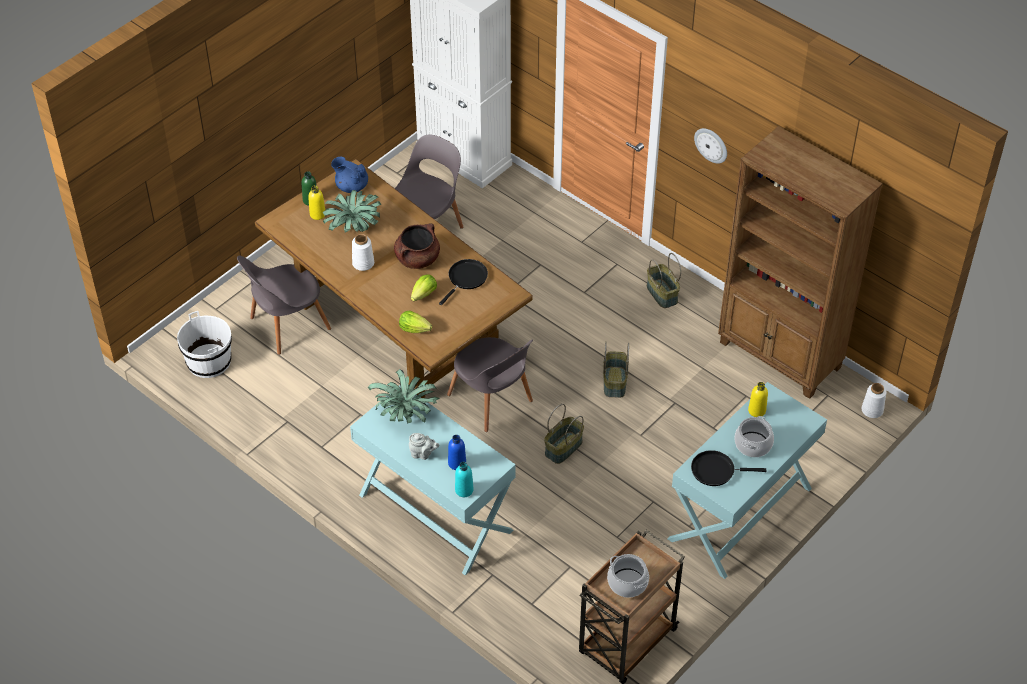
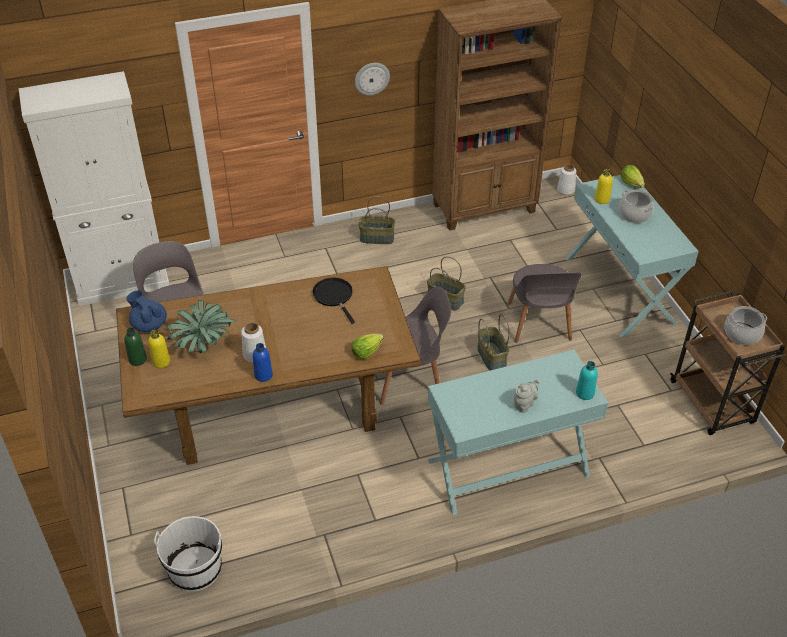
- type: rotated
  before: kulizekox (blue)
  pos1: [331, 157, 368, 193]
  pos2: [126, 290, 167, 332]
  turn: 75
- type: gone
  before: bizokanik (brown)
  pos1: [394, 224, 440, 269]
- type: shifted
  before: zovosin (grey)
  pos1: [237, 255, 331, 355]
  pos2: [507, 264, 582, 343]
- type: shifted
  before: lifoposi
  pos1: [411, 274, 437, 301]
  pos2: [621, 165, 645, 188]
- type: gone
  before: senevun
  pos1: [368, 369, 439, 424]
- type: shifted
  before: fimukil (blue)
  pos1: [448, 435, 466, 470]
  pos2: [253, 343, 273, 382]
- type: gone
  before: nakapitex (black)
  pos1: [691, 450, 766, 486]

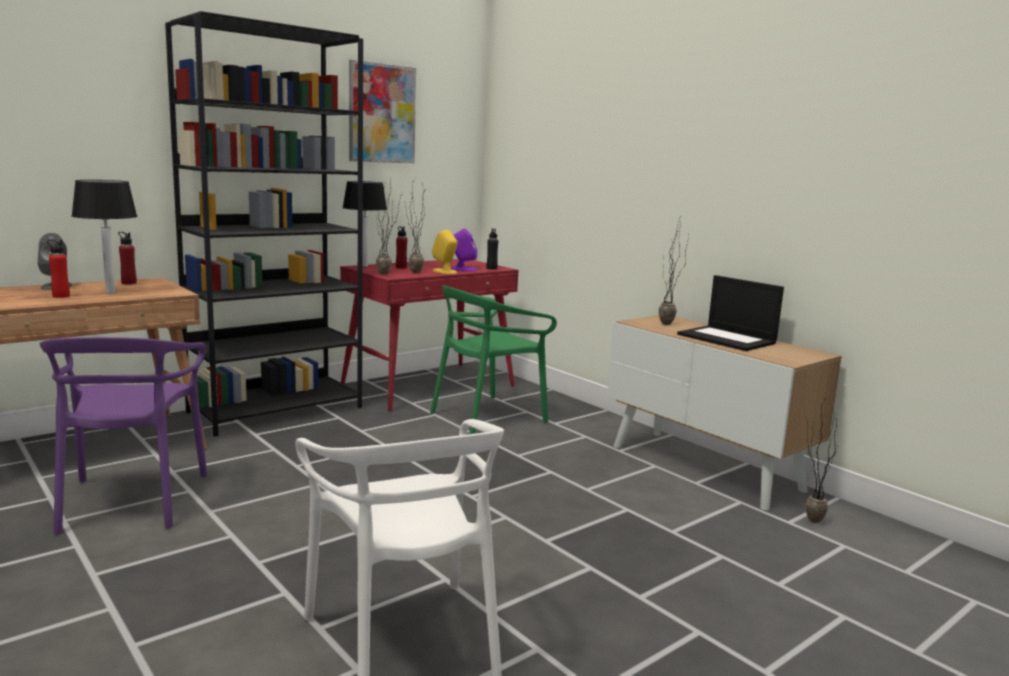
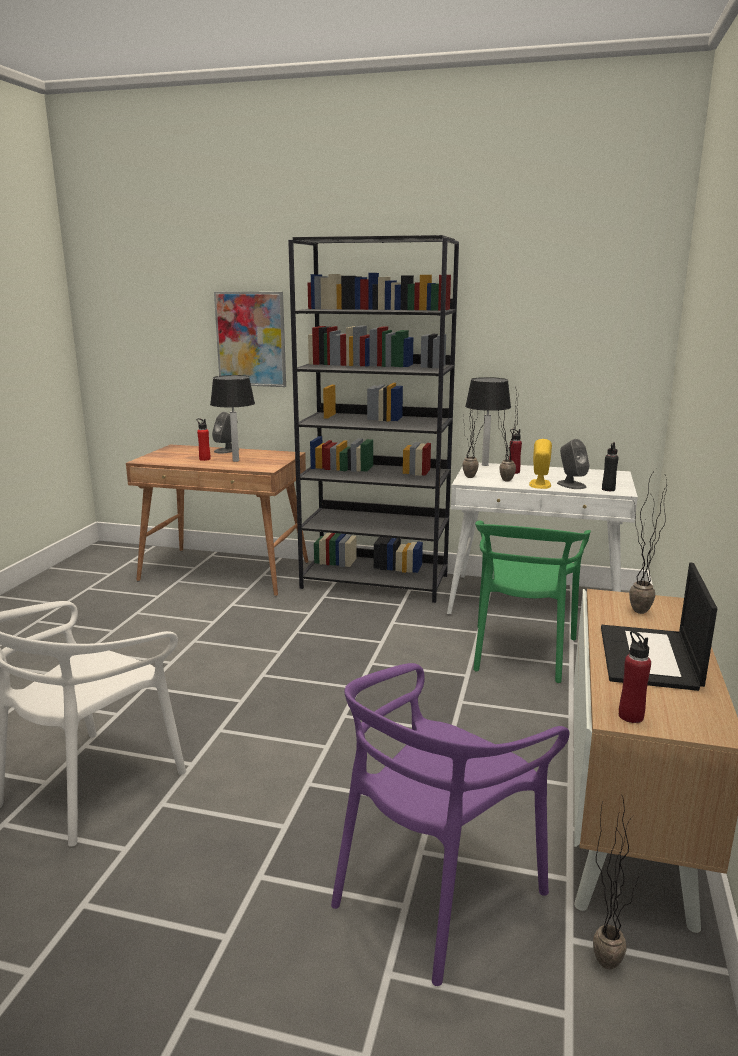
- type: shifted
  before: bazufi
  pos1: [349, 60, 416, 163]
  pos2: [214, 291, 286, 387]
- type: repainted
  before: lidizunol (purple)
  after: lidizunol (grey)
  pos1: [451, 228, 477, 271]
  pos2: [557, 439, 590, 489]
- type: shifted
  before: fimukil (red)
  pos1: [118, 232, 137, 285]
  pos2: [619, 631, 651, 723]
- type: repainted
  before: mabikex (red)
  after: mabikex (white)
  pos1: [340, 259, 519, 412]
  pos2: [447, 463, 638, 615]
- type: rotated
  before: zovosin (green)
  pos1: [430, 286, 557, 434]
  pos2: [473, 521, 591, 683]
  turn: -90
- type: shifted
  before: zovosin (purple)
  pos1: [40, 337, 207, 534]
  pos2: [331, 663, 570, 986]

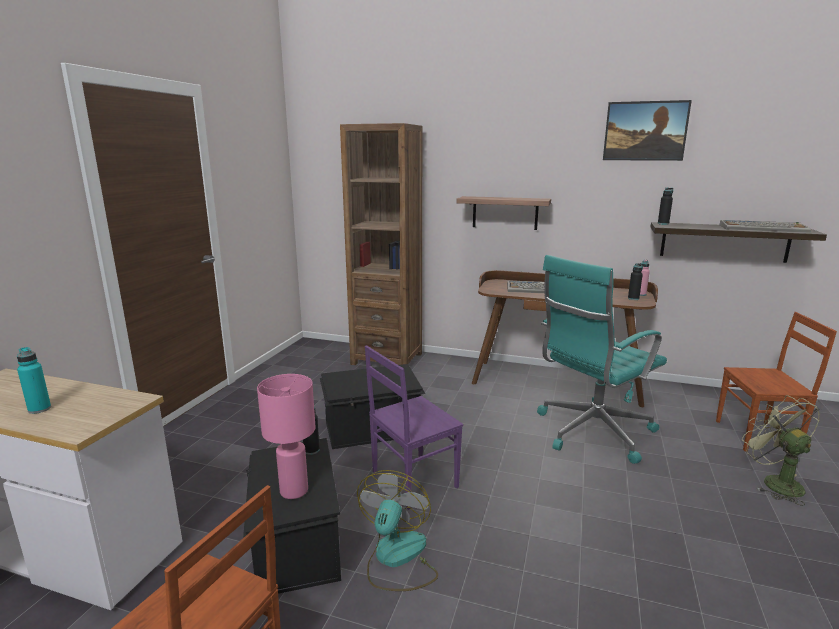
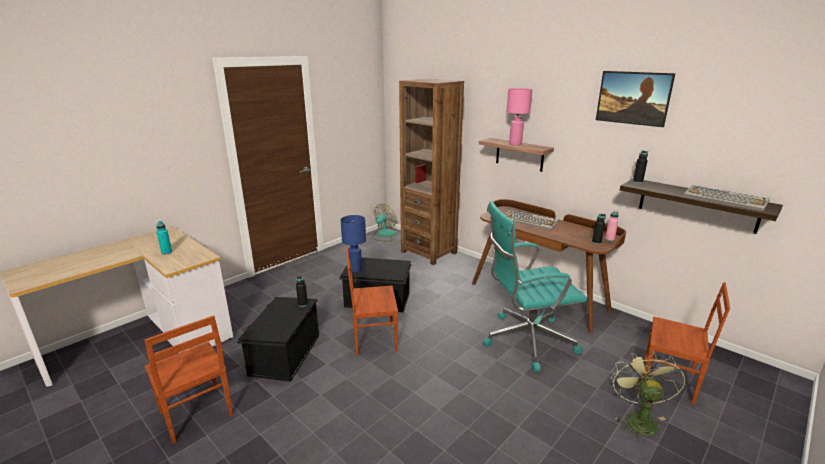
- type: repainted
  before: zovosin (purple)
  after: zovosin (brown)
  pos1: [365, 345, 463, 510]
  pos2: [346, 247, 398, 356]
- type: shifted
  before: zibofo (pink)
  pos1: [257, 374, 315, 499]
  pos2: [506, 88, 532, 145]
- type: shifted
  before: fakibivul
  pos1: [357, 470, 438, 591]
  pos2: [371, 204, 397, 241]
- type: new
  after: zibofo (blue)
  pos2: [341, 215, 366, 273]

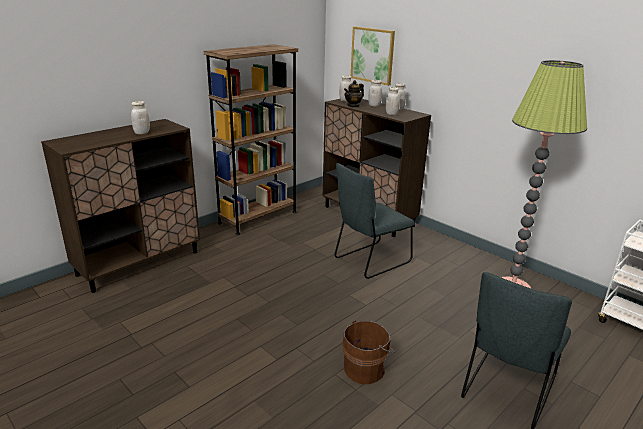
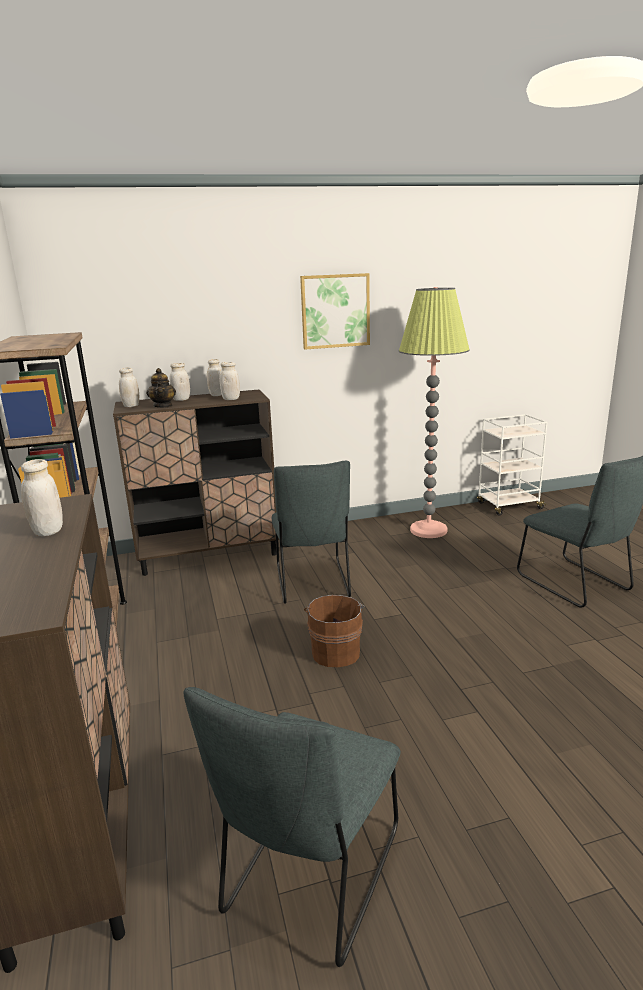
- type: shifted
  before: bazufi
  pos1: [351, 27, 395, 86]
  pos2: [300, 273, 370, 350]
- type: shifted
  before: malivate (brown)
  pos1: [342, 320, 394, 384]
  pos2: [304, 595, 364, 667]
- type: new
  after: zovosin (grey)
  pos2: [184, 687, 401, 967]

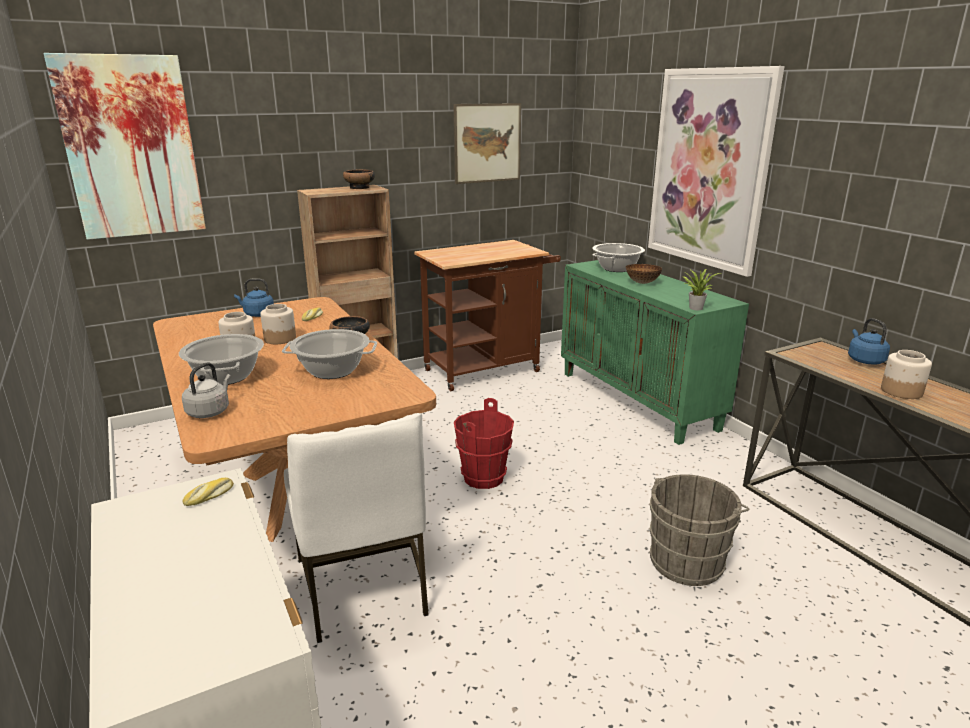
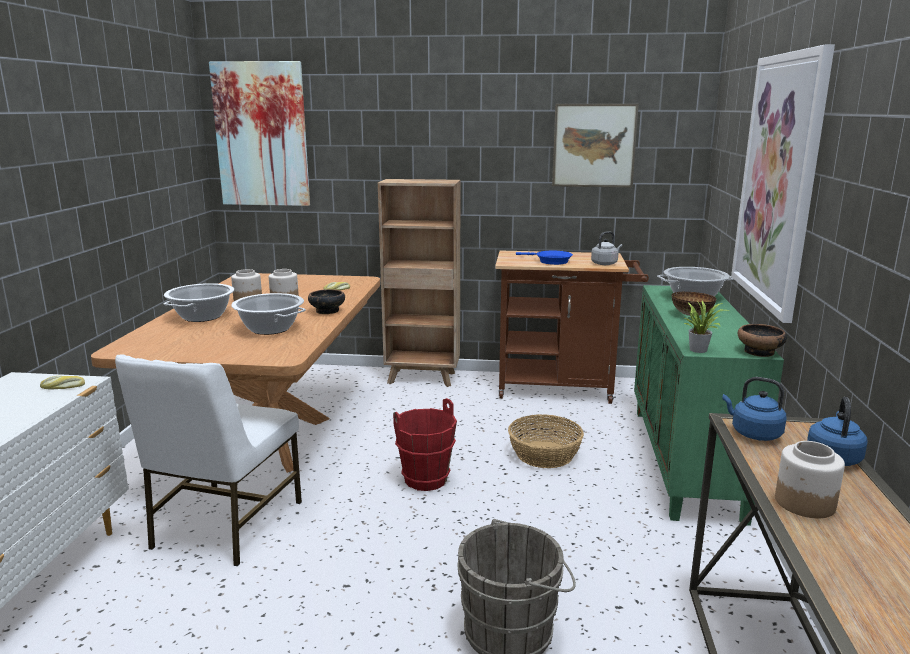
- type: shifted
  before: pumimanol
  pos1: [343, 169, 375, 189]
  pos2: [738, 324, 787, 357]
- type: shifted
  before: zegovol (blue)
  pos1: [234, 278, 274, 317]
  pos2: [722, 377, 787, 441]
- type: shifted
  before: zegovol (grey)
  pos1: [182, 362, 231, 418]
  pos2: [591, 231, 622, 265]
- type: new
  after: nakapitex (blue)
  pos2: [516, 251, 573, 265]
- type: new
  after: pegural
  pos2: [508, 414, 584, 468]

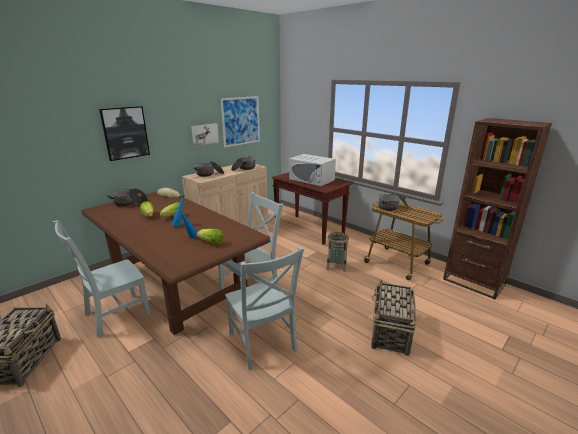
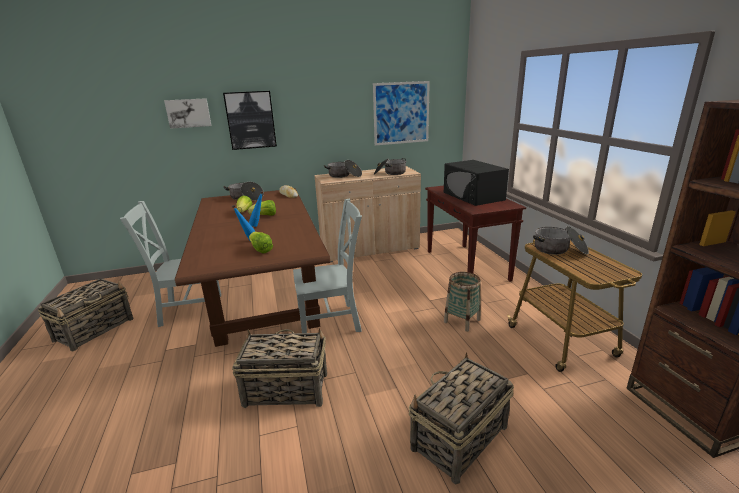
- type: shifted
  before: bazufi
  pos1: [191, 123, 219, 147]
  pos2: [164, 98, 212, 129]
- type: repainted
  before: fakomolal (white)
  after: fakomolal (black)
  pos1: [289, 154, 336, 186]
  pos2: [444, 160, 509, 206]
- type: swapped
  before: zovosin (grey)
  after: pegural
  pos1: [225, 247, 304, 370]
  pos2: [232, 328, 327, 408]

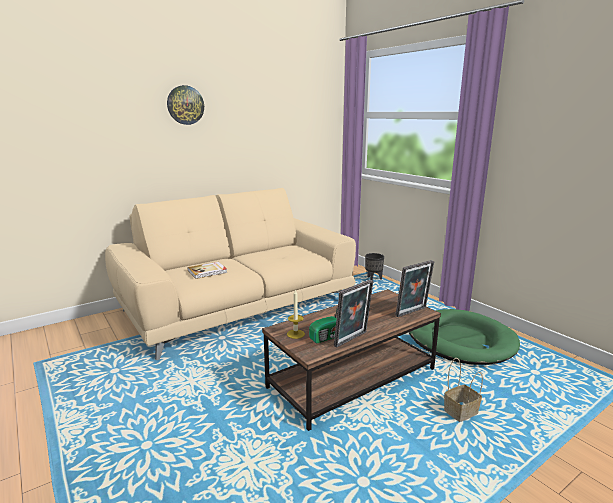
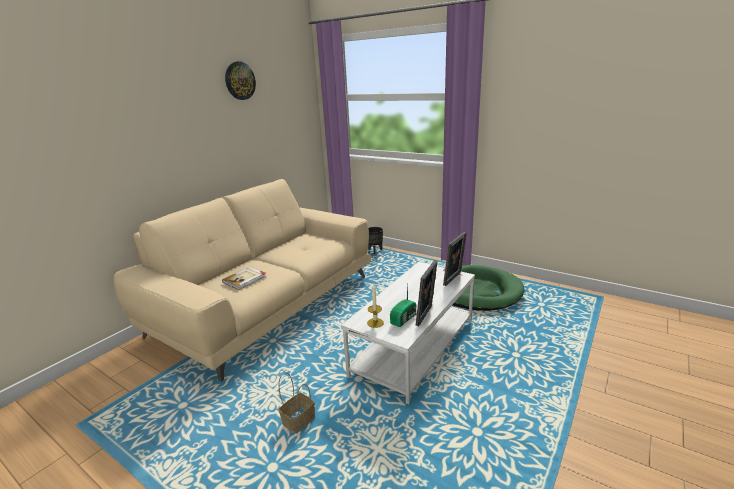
- type: shifted
  before: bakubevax
  pos1: [167, 85, 204, 125]
  pos2: [225, 61, 256, 100]
- type: repainted
  before: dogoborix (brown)
  after: dogoborix (white)
  pos1: [262, 289, 441, 431]
  pos2: [341, 262, 475, 404]
- type: shifted
  before: pegural
  pos1: [444, 358, 483, 422]
  pos2: [279, 372, 315, 434]

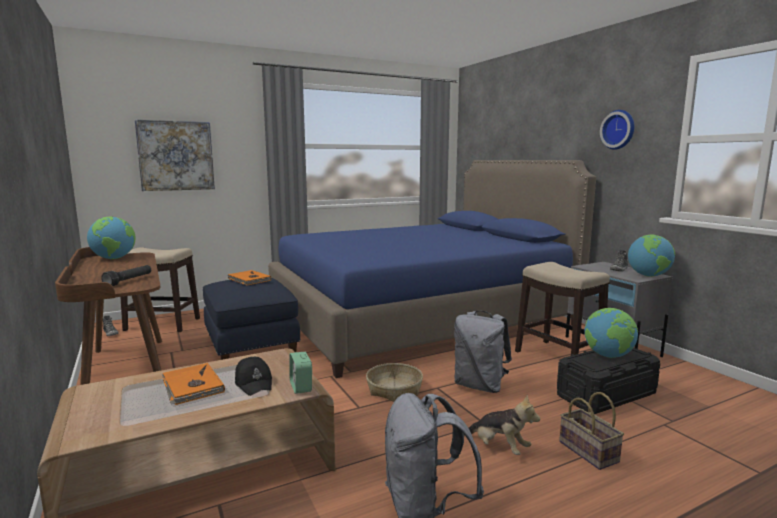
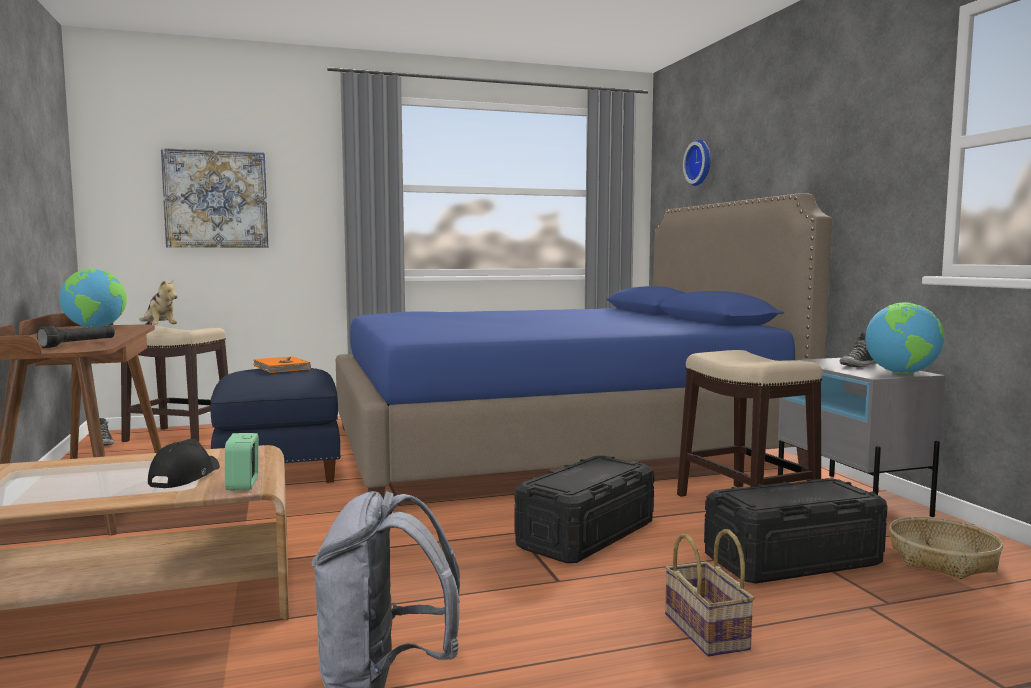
- type: shifted
  before: bakubevax
  pos1: [600, 110, 634, 150]
  pos2: [683, 139, 711, 186]
- type: gone
  before: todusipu
  pos1: [584, 308, 638, 358]
- type: swapped
  before: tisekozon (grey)
  after: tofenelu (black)
  pos1: [454, 311, 512, 393]
  pos2: [514, 456, 654, 563]
- type: rotated
  before: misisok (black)
  pos1: [235, 357, 272, 396]
  pos2: [148, 439, 220, 488]
  turn: -150
- type: gone
  before: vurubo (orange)
  pos1: [162, 363, 225, 405]
- type: shifted
  before: pegural
  pos1: [366, 363, 423, 402]
  pos2: [889, 517, 1003, 579]
- type: shifted
  before: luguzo
  pos1: [469, 395, 540, 455]
  pos2: [139, 279, 178, 325]

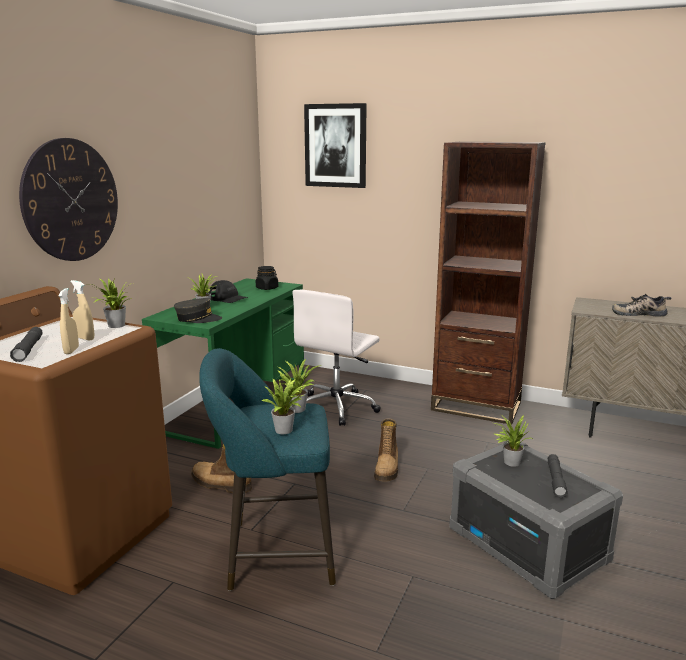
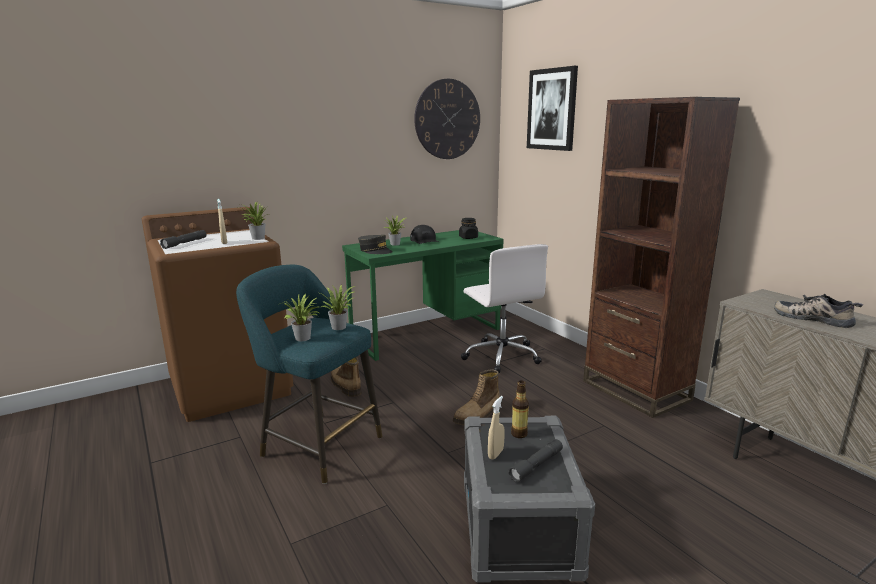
- type: shifted
  before: bakubevax
  pos1: [19, 138, 118, 261]
  pos2: [414, 79, 480, 159]
- type: shifted
  before: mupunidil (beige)
  pos1: [58, 288, 79, 354]
  pos2: [488, 396, 505, 460]
- type: rotated
  before: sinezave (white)
  pos1: [293, 290, 381, 426]
  pos2: [461, 244, 548, 373]
  turn: -90
- type: swapped
  before: senevun
  after: fimukil
  pos1: [495, 415, 533, 467]
  pos2: [511, 380, 529, 438]

